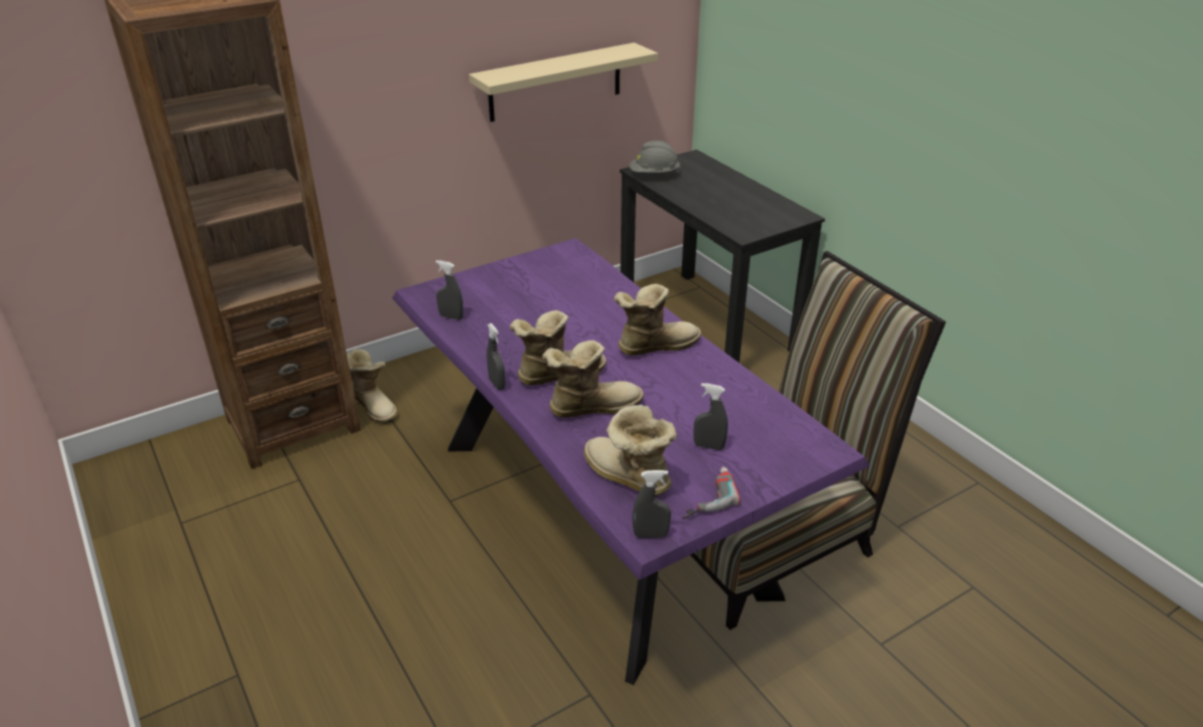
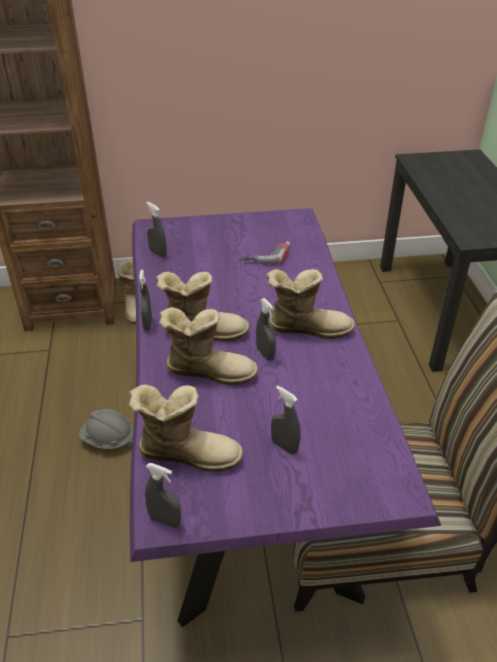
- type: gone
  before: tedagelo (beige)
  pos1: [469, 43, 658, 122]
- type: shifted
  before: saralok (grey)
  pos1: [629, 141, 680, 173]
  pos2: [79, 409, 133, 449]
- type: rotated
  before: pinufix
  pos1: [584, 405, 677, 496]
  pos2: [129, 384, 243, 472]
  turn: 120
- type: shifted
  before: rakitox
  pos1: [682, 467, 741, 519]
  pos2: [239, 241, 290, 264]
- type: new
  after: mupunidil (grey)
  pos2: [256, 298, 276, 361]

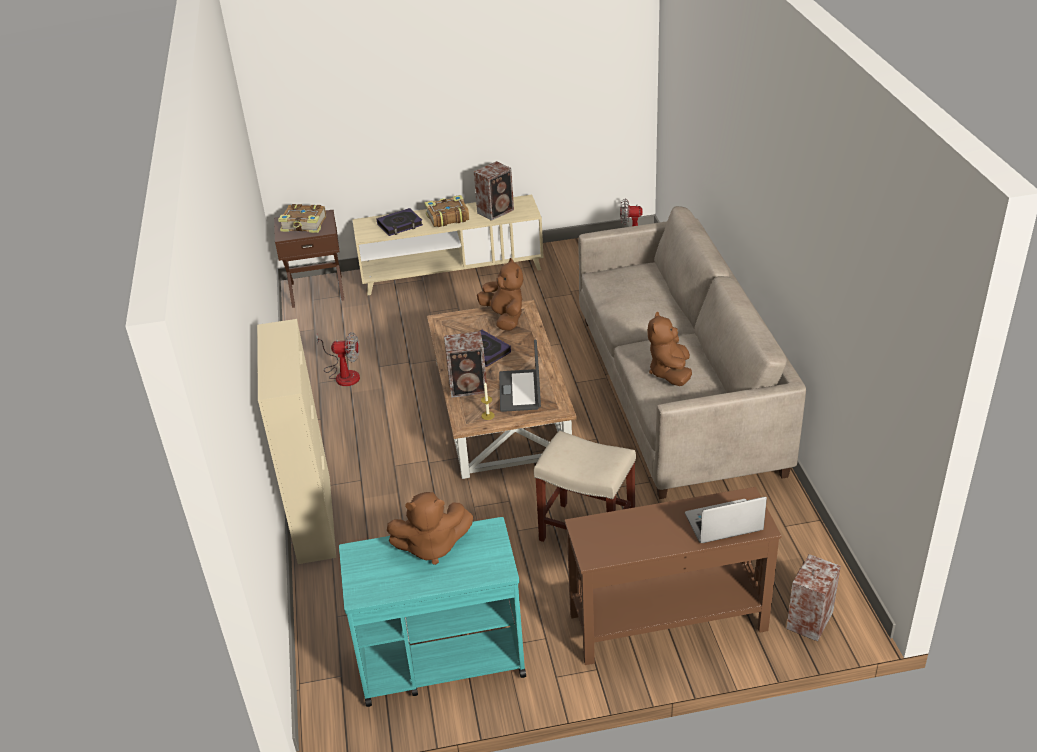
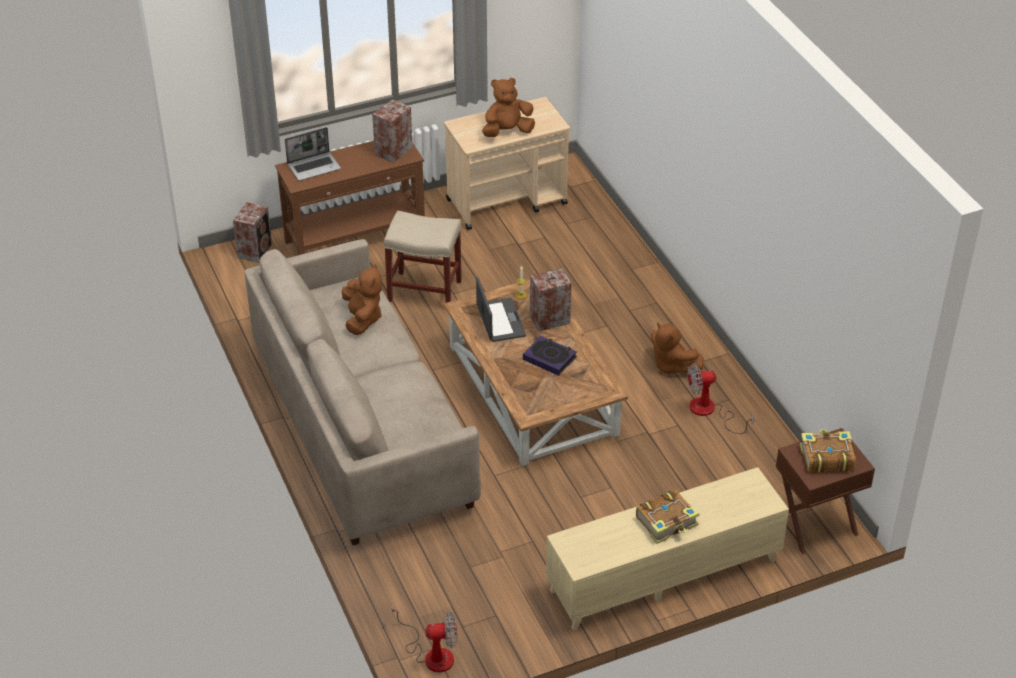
- type: shifted
  before: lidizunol
  pos1: [474, 161, 514, 221]
  pos2: [372, 99, 413, 163]
- type: gone
  before: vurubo
  pos1: [377, 208, 423, 236]
- type: shifted
  before: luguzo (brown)
  pos1: [477, 258, 523, 331]
  pos2: [651, 322, 703, 375]
- type: gone
  before: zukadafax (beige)
  pos1: [257, 319, 336, 564]
- type: repainted
  before: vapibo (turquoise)
  after: vapibo (beige)
  pos1: [339, 517, 526, 707]
  pos2: [444, 97, 570, 230]

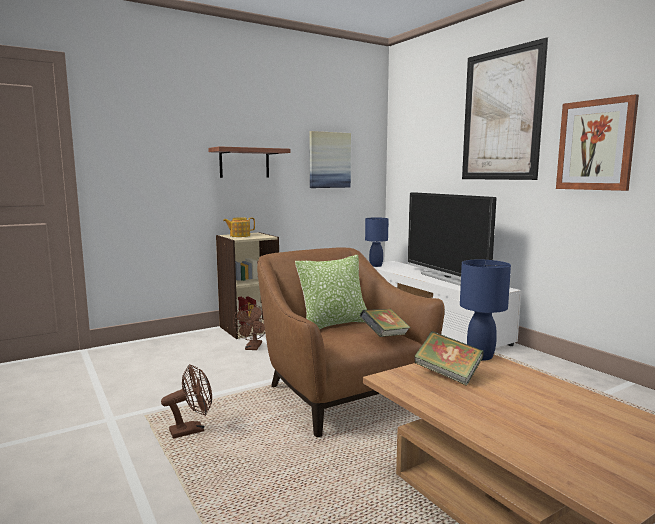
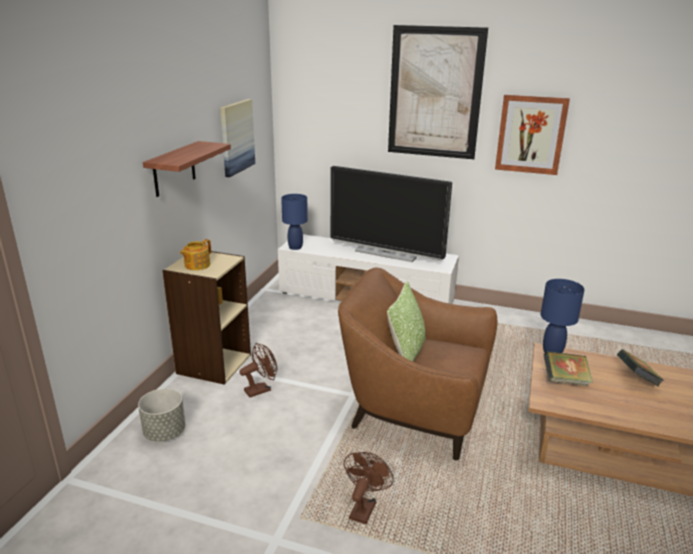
- type: rotated
  before: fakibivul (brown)
  pos1: [233, 304, 265, 350]
  pos2: [239, 343, 277, 397]
  turn: -90
- type: shifted
  before: vurubo
  pos1: [360, 309, 411, 337]
  pos2: [617, 349, 664, 387]
- type: new
  after: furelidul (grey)
  pos2: [138, 388, 186, 442]

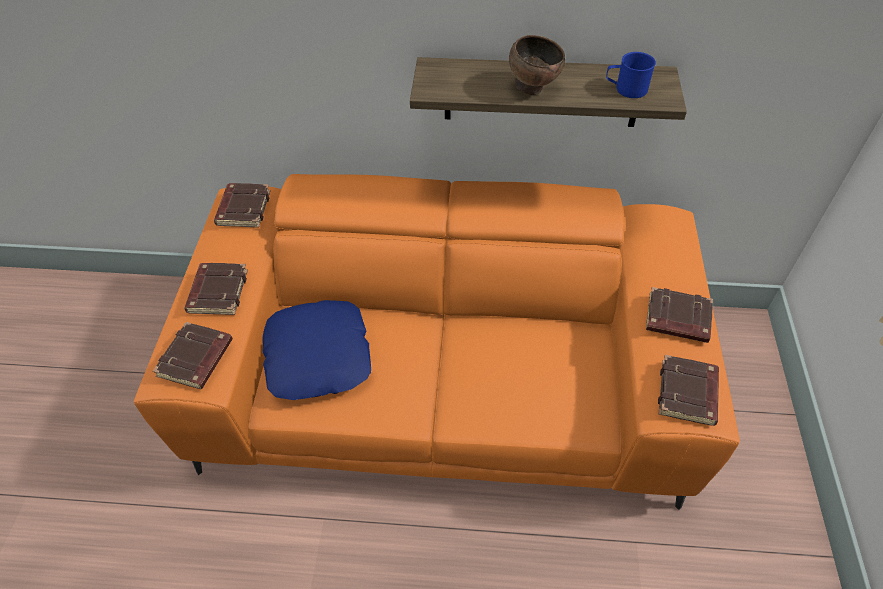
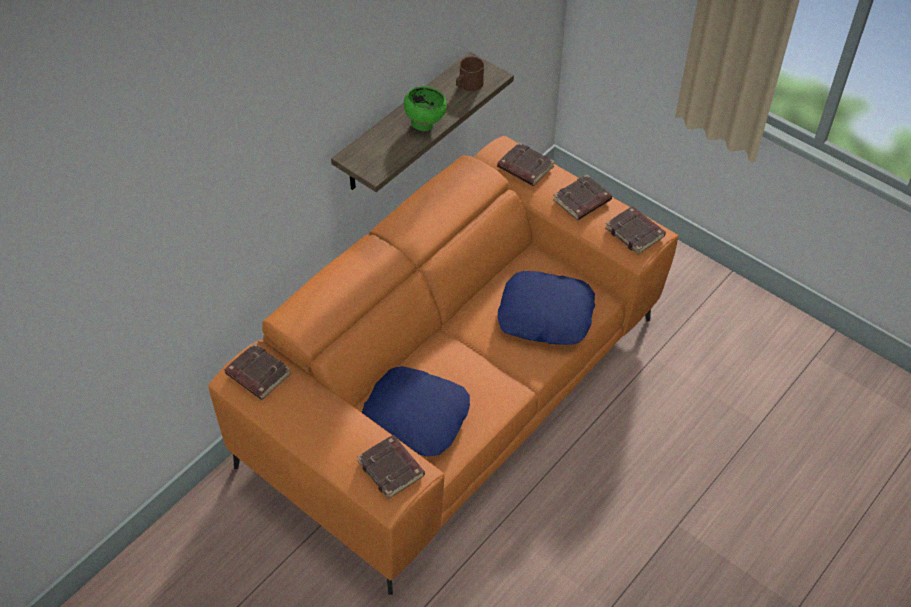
- type: repainted
  before: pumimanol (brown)
  after: pumimanol (green)
  pos1: [509, 35, 565, 95]
  pos2: [404, 86, 447, 131]
- type: repainted
  before: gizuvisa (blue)
  after: gizuvisa (brown)
  pos1: [606, 52, 656, 98]
  pos2: [456, 56, 484, 91]
- type: shifted
  before: vurubo (brown)
  pos1: [184, 263, 248, 315]
  pos2: [497, 143, 555, 186]
- type: new
  after: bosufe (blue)
  pos2: [498, 271, 595, 345]

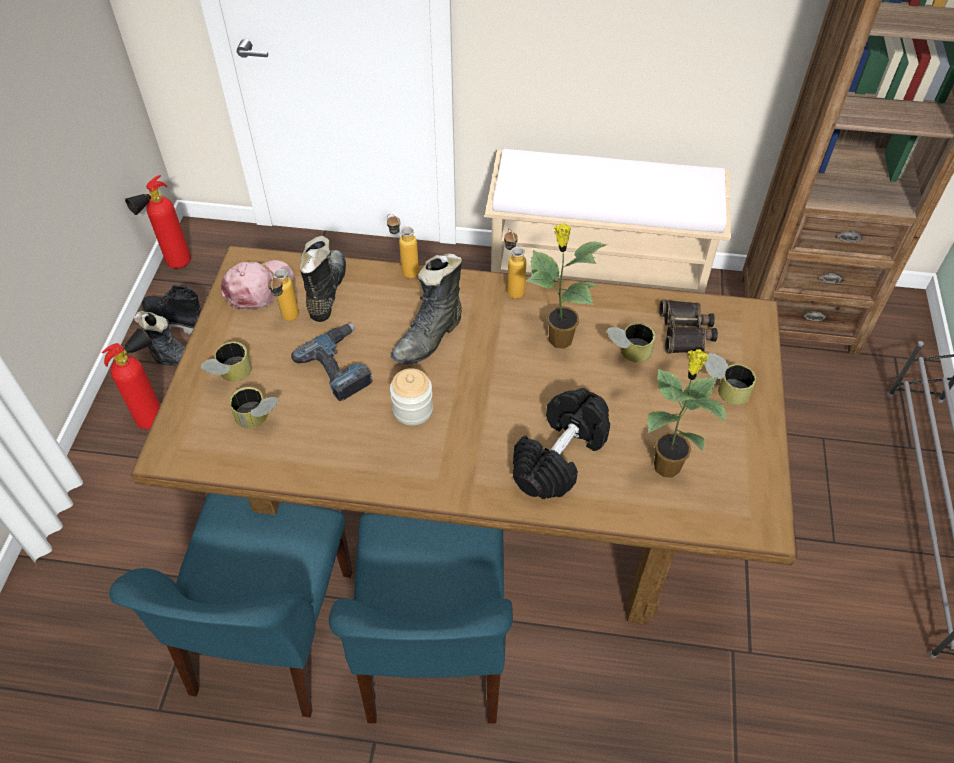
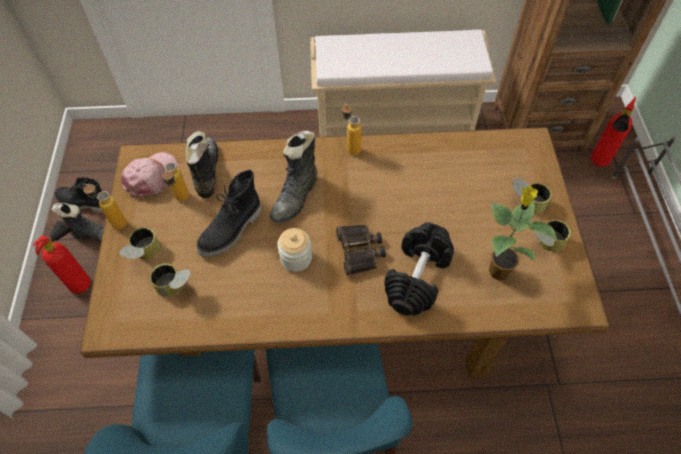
- type: shifted
  before: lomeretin
  pos1: [125, 175, 191, 269]
  pos2: [591, 97, 636, 167]
- type: shifted
  before: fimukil
  pos1: [387, 214, 419, 278]
  pos2: [83, 184, 127, 230]
- type: gone
  before: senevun
  pos1: [526, 223, 608, 349]
- type: shifted
  before: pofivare
  pos1: [659, 299, 718, 354]
  pos2: [336, 225, 386, 276]
- type: swapped
  before: rakitox
  after: pinufix (black)
  pos1: [291, 323, 373, 401]
  pos2: [197, 170, 261, 257]
- type: shifted
  before: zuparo
  pos1: [607, 323, 656, 362]
  pos2: [534, 220, 571, 252]

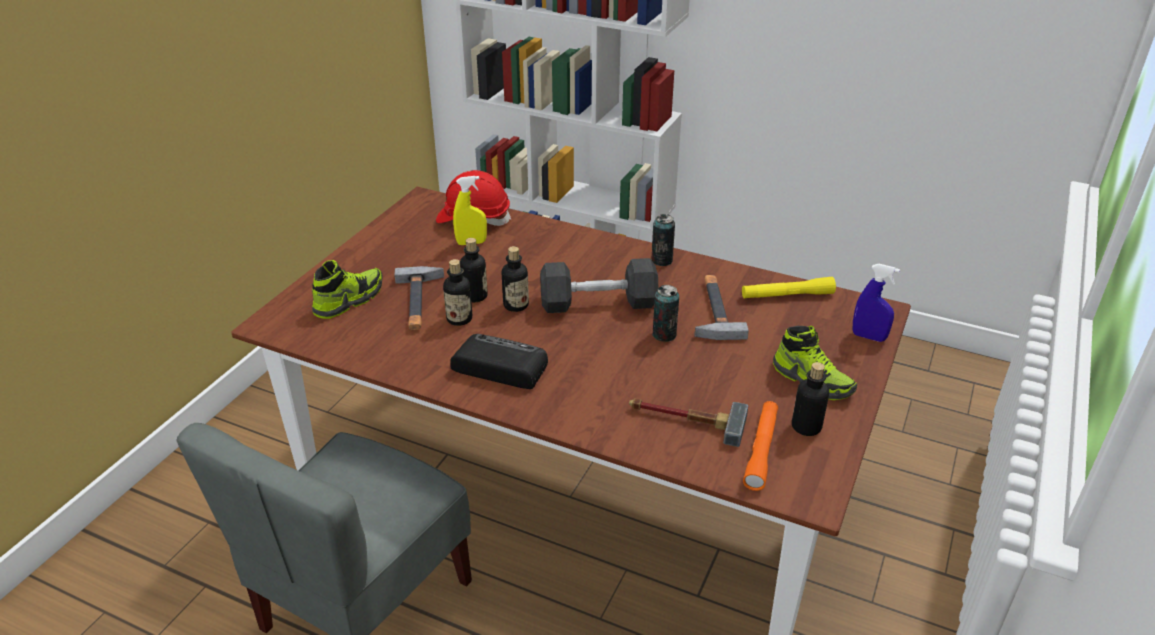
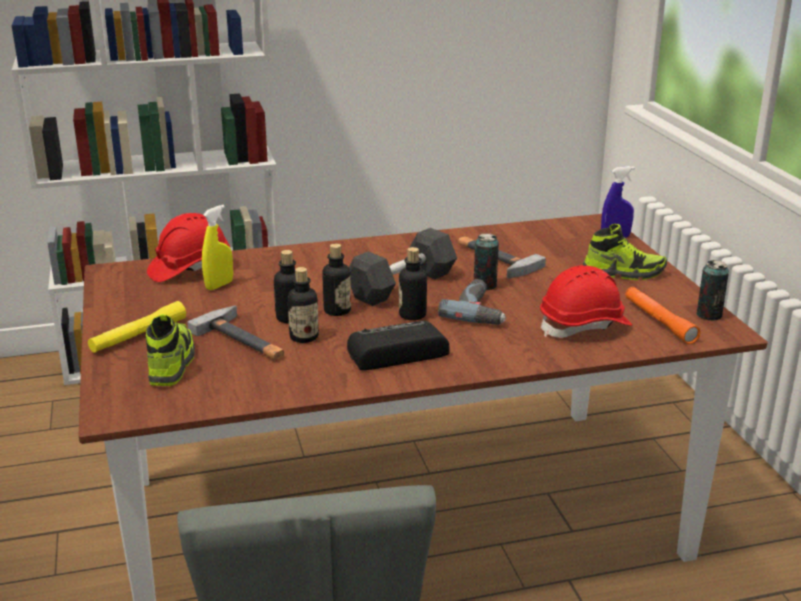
- type: shifted
  before: zuparo
  pos1: [651, 214, 675, 266]
  pos2: [696, 260, 729, 321]
- type: shifted
  before: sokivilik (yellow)
  pos1: [742, 277, 836, 299]
  pos2: [88, 301, 186, 353]
- type: shifted
  before: fimukil
  pos1: [792, 362, 829, 436]
  pos2: [399, 247, 427, 320]
- type: swapped
  before: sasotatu
  after: saralok (red)
  pos1: [629, 398, 748, 447]
  pos2: [540, 265, 632, 338]
- type: new
  after: rakitox
  pos2: [438, 279, 506, 325]

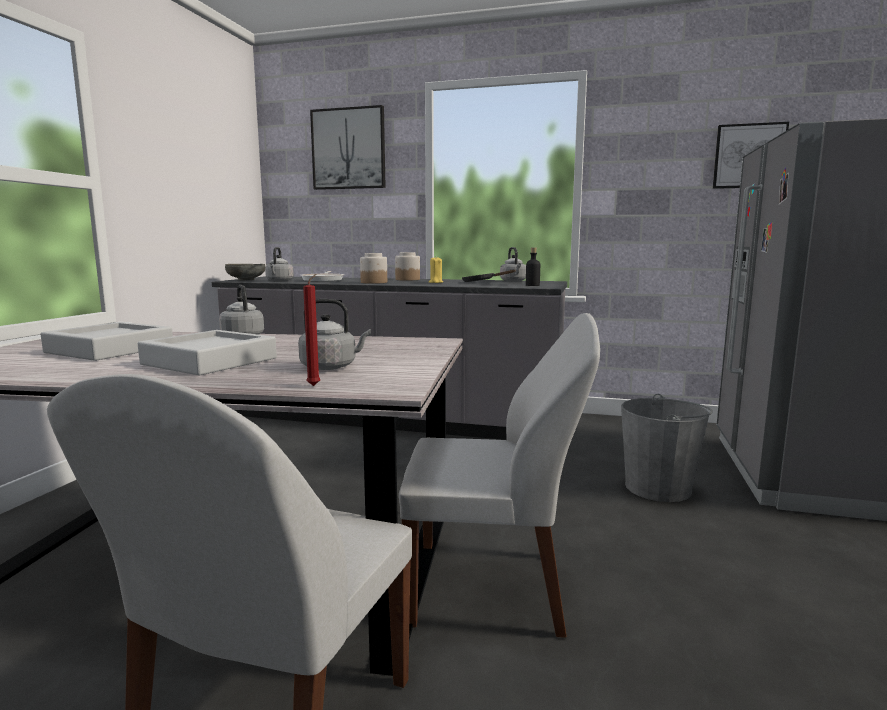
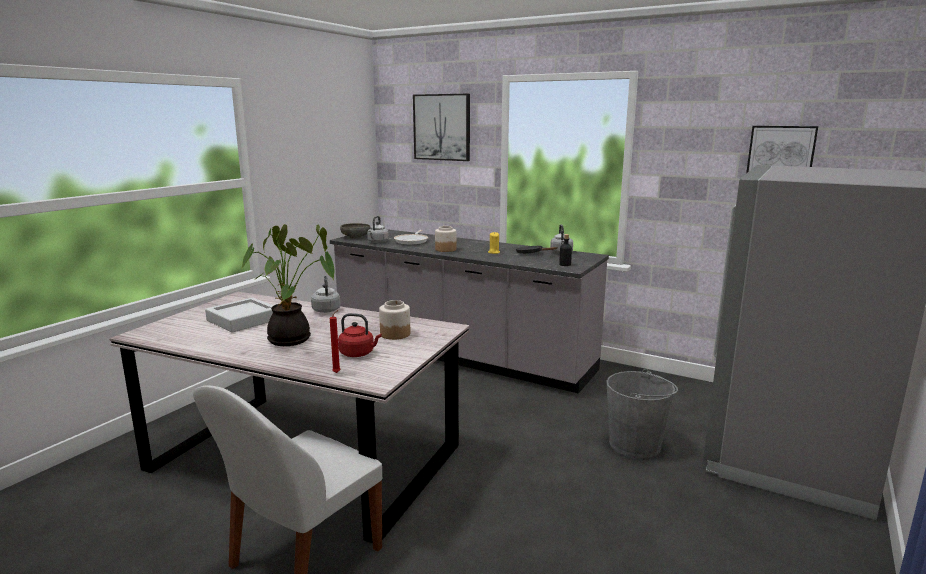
- type: shifted
  before: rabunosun
  pos1: [395, 252, 420, 281]
  pos2: [379, 300, 410, 340]
- type: repainted
  before: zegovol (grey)
  after: zegovol (red)
  pos1: [298, 299, 371, 370]
  pos2: [338, 313, 382, 357]
- type: gone
  before: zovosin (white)
  pos1: [399, 313, 600, 638]
- type: swapped
  before: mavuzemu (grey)
  after: senevun
  pos1: [138, 330, 277, 375]
  pos2: [241, 224, 335, 346]

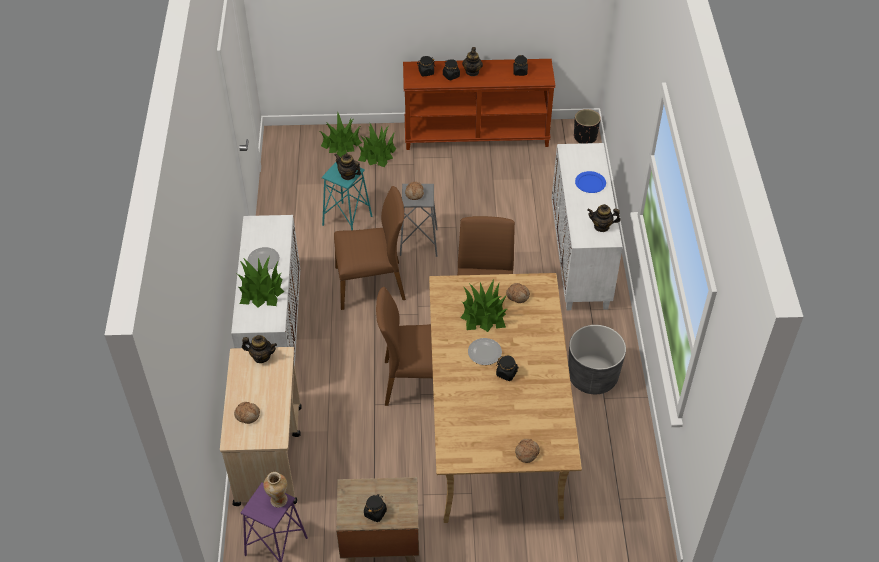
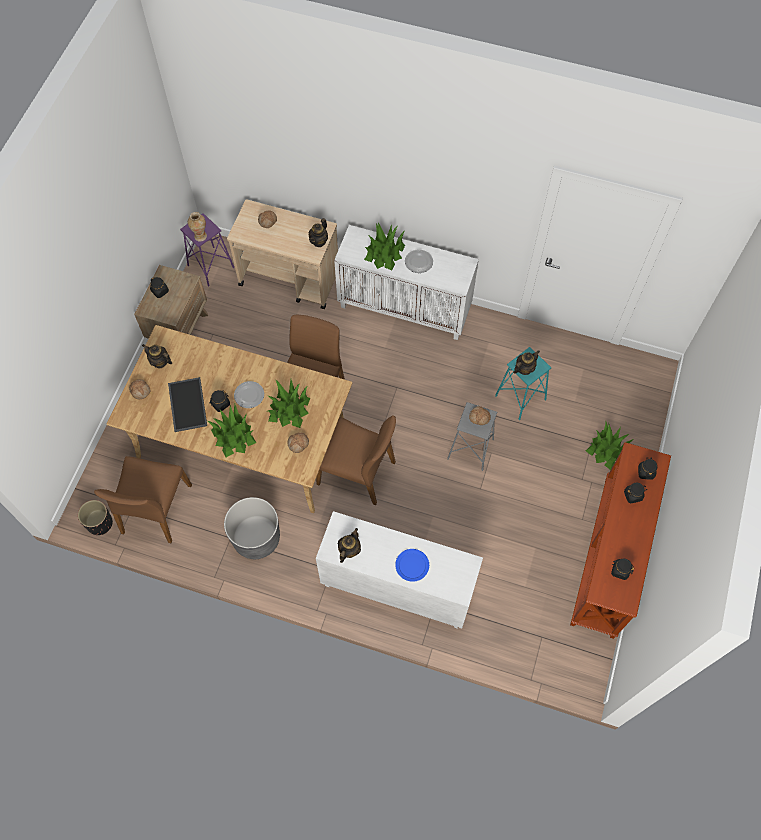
- type: shifted
  before: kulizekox
  pos1: [462, 47, 483, 76]
  pos2: [142, 344, 172, 368]
- type: shifted
  before: furelidul (black)
  pos1: [574, 109, 601, 144]
  pos2: [78, 500, 113, 535]
- type: shifted
  before: senevun
  pos1: [320, 111, 362, 157]
  pos2: [208, 405, 256, 457]
- type: shifted
  before: zovosin (brown)
  pos1: [334, 186, 406, 310]
  pos2: [94, 456, 192, 543]
- type: new
  after: mavuzemu
  pos2: [168, 377, 207, 432]

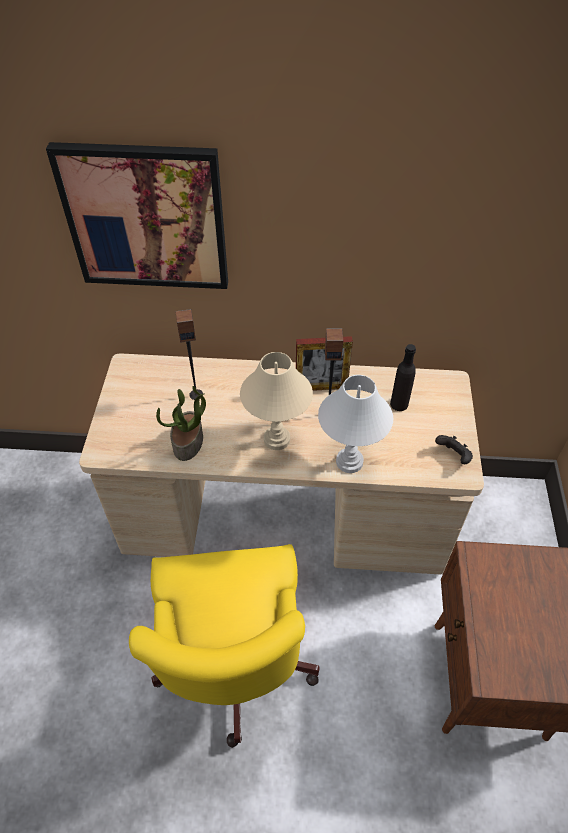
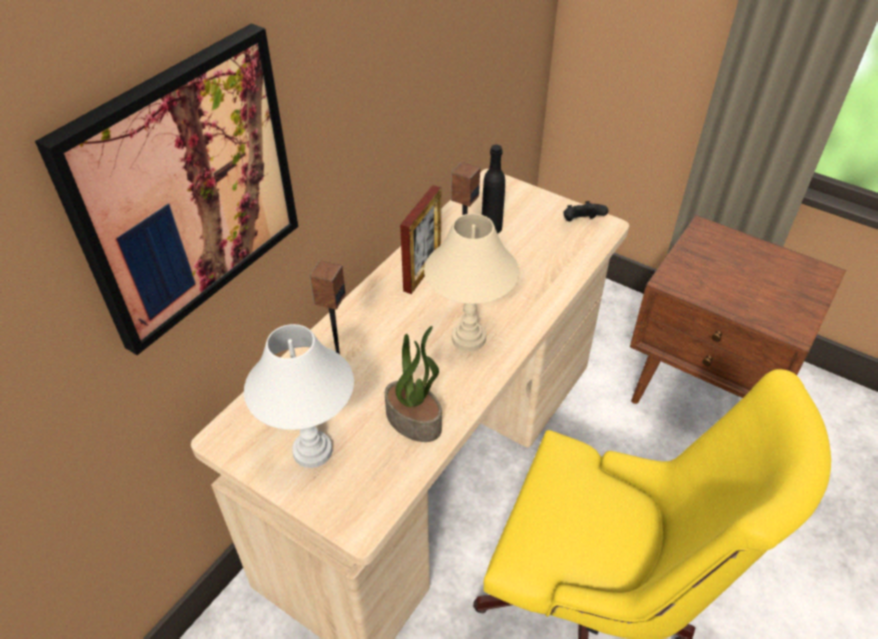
- type: shifted
  before: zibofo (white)
  pos1: [318, 375, 393, 473]
  pos2: [244, 324, 354, 468]

